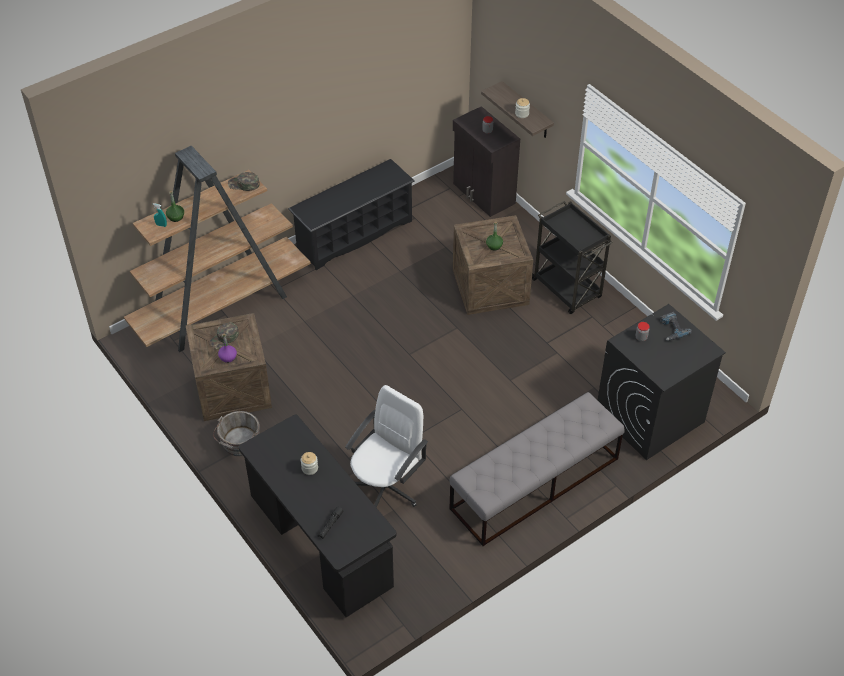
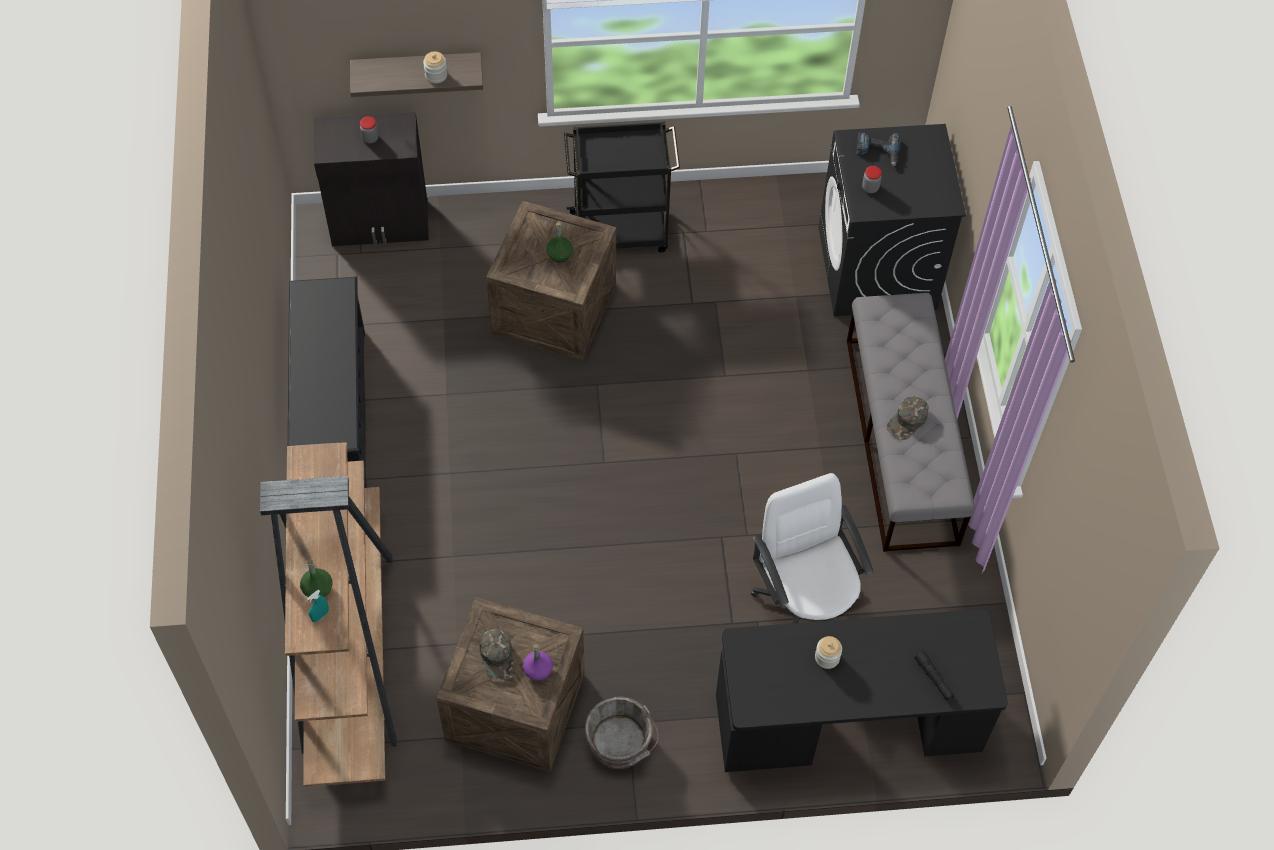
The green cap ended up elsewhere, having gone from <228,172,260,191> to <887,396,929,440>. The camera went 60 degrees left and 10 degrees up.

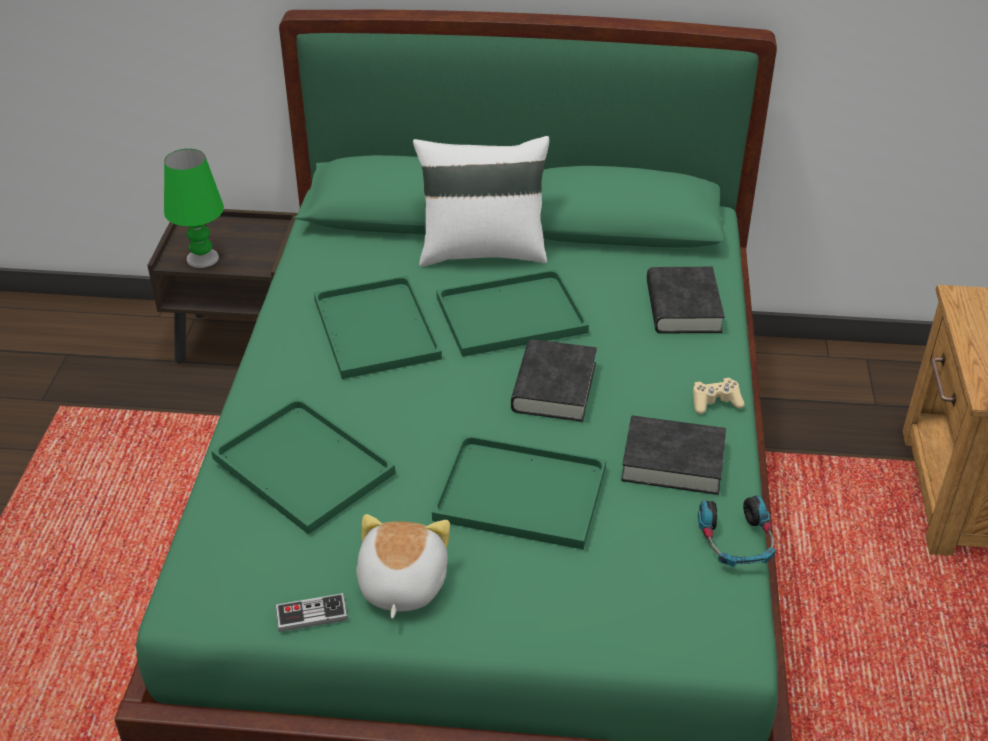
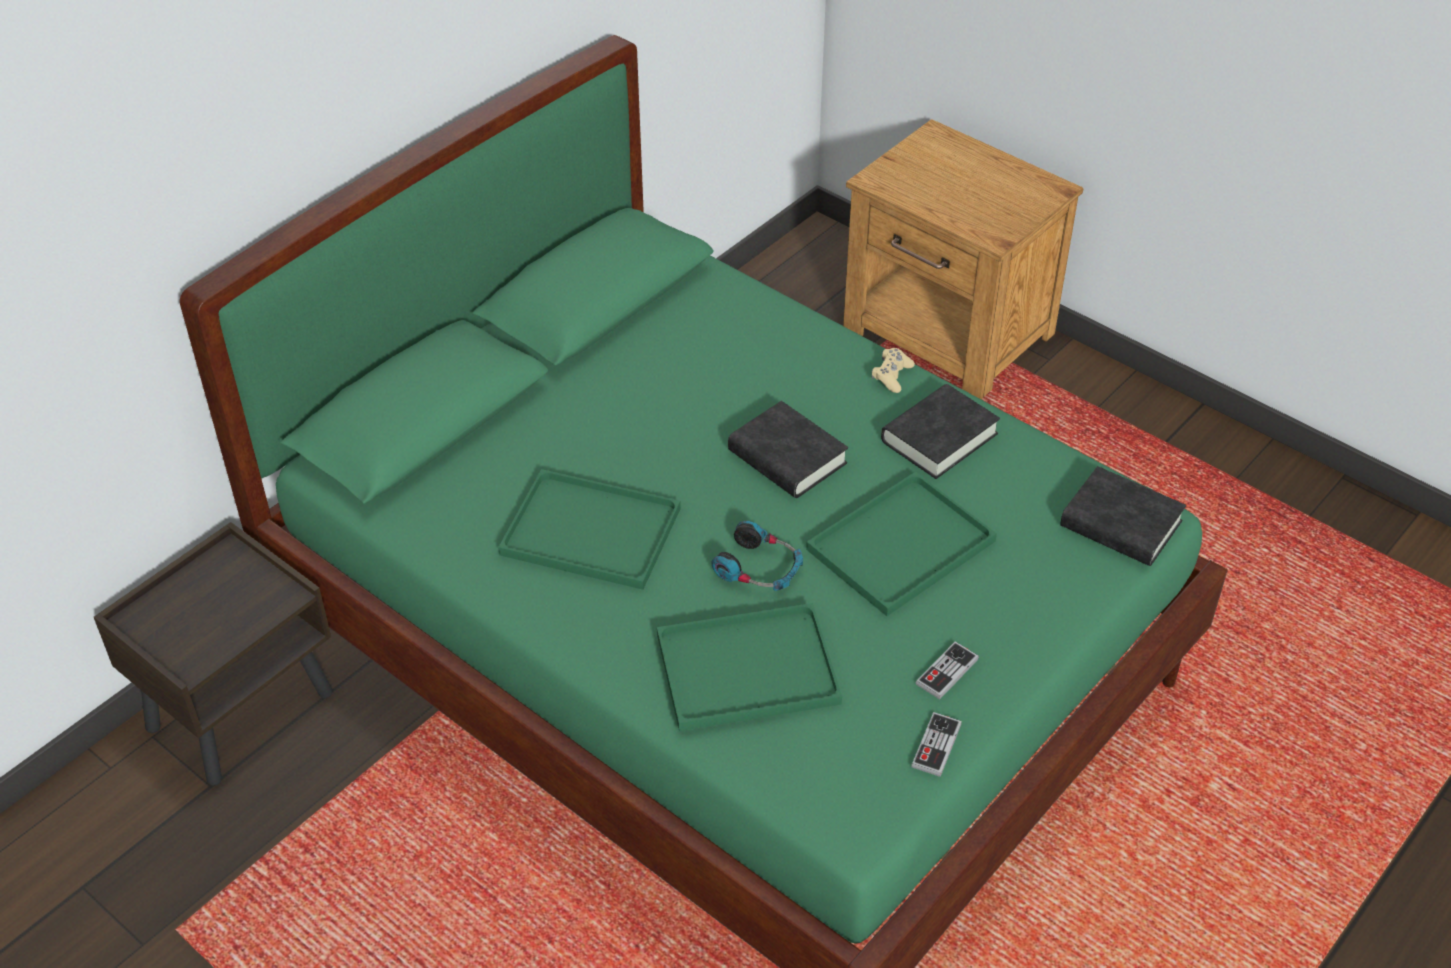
The second view lost the green table lamp at <164,149,224,268>. The second view lost the white pillow at <413,136,549,267>. The second view lost the green tray at <436,269,589,357>. The black book ended up elsewhere, having gone from <647,267,725,333> to <1060,466,1186,566>. The headphones ended up elsewhere, having gone from <698,495,776,567> to <712,521,803,591>. Where the plush toy stood at <356,514,450,619>, the game controller came to stand at <916,641,979,700>. The camera went 55 degrees left and 5 degrees up.

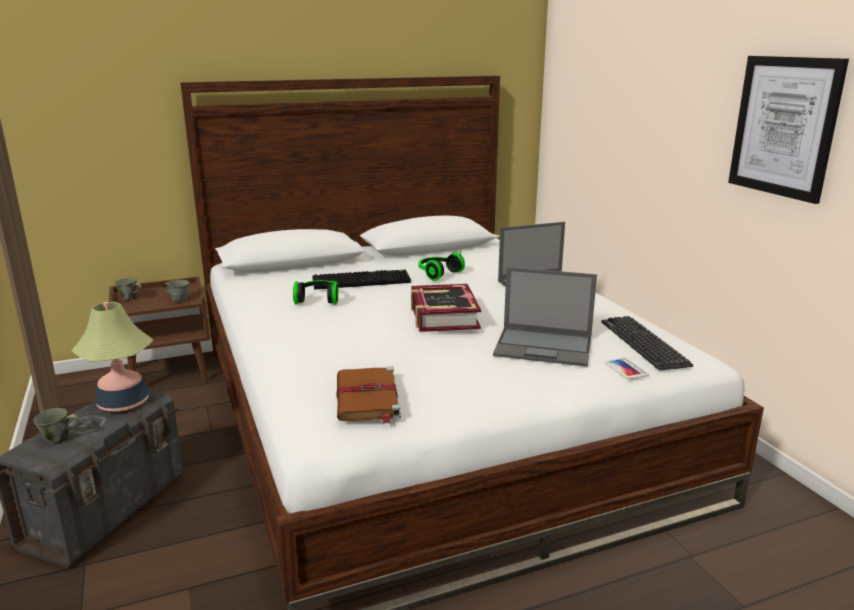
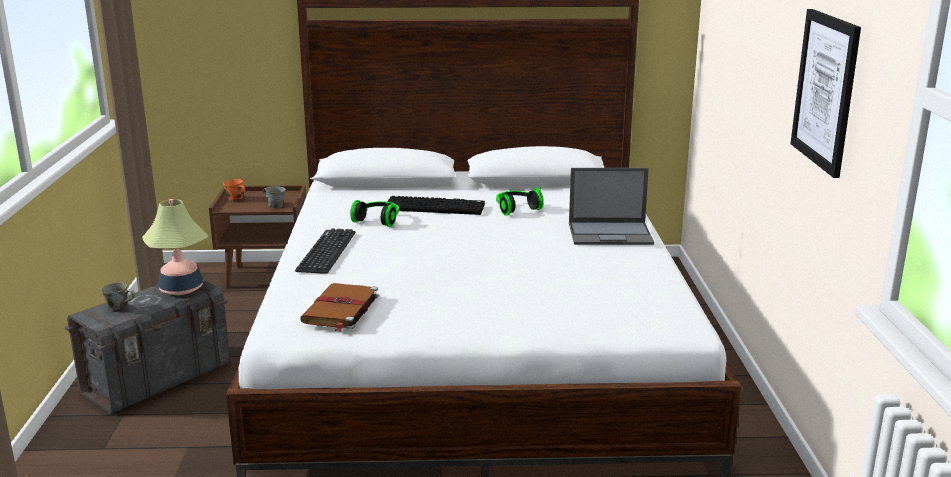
The second view lost the book at <411,284,481,332>. The second view lost the laptop at <493,267,597,367>. The second view lost the phone at <605,358,649,379>. The keyboard ended up elsewhere, having gone from <601,316,693,370> to <295,228,355,274>. What was the grey mug at <115,278,142,301> turned into the orange mug at <223,179,245,201>. The camera went 20 degrees right and 0 degrees up.

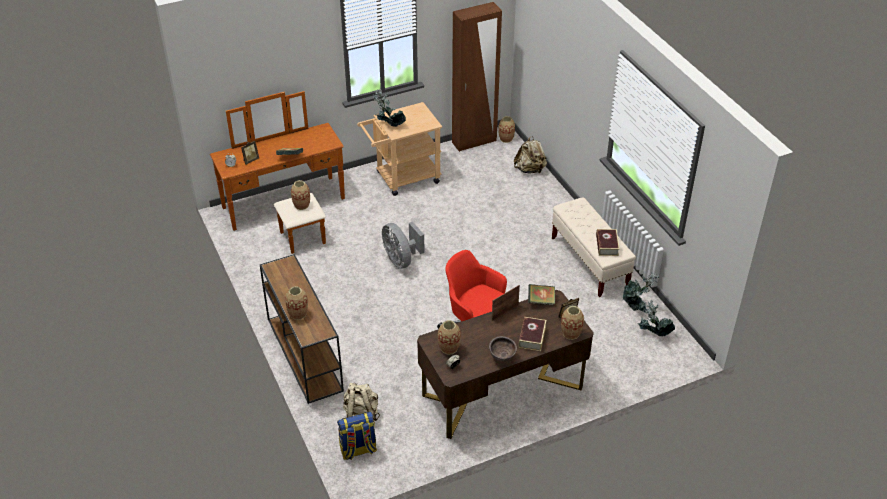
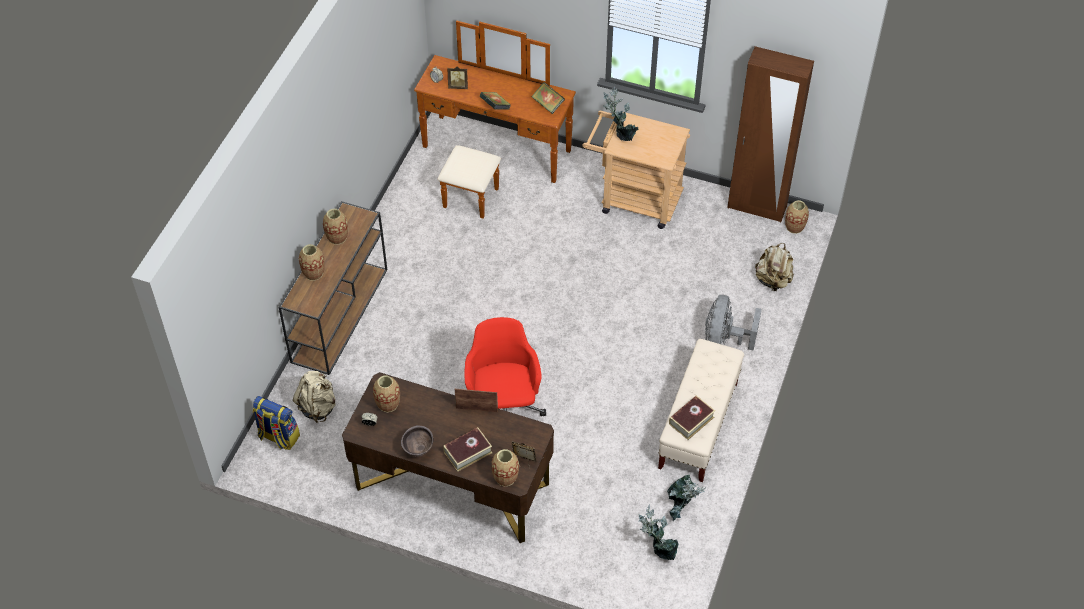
The vase ended up elsewhere, having gone from <291,180,310,210> to <323,209,348,245>. The grey fan ended up elsewhere, having gone from <382,221,425,269> to <705,295,762,351>. The book ended up elsewhere, having gone from <528,284,555,305> to <532,82,565,114>. The camera went 45 degrees right and 10 degrees up.

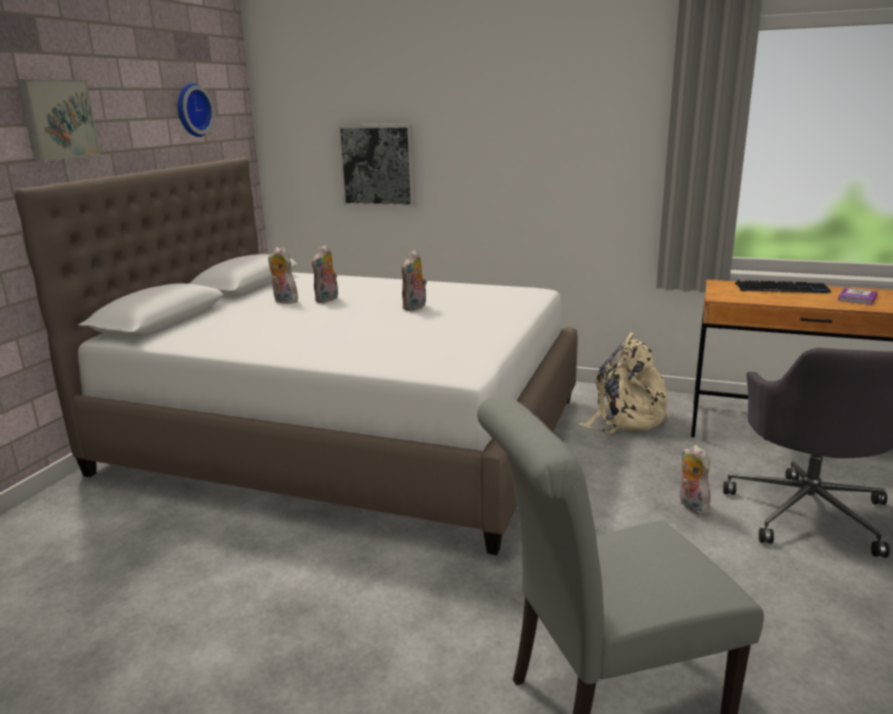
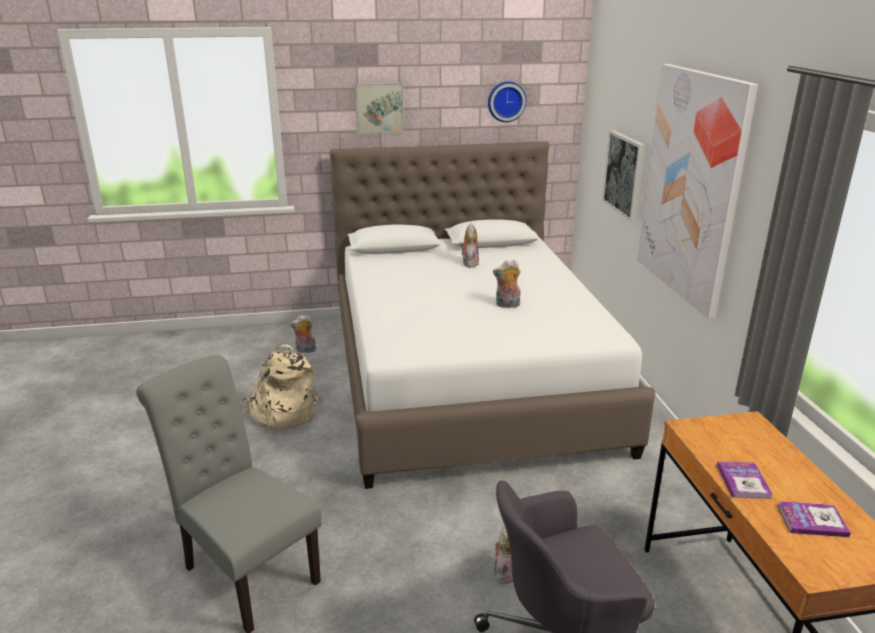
The second view lost the keyboard at <735,280,831,293>. The second view gained the picture at <637,64,758,319>. The second view gained the book at <717,461,773,499>. The plush toy ended up elsewhere, having gone from <312,245,338,303> to <290,315,316,354>. The beige backpack ended up elsewhere, having gone from <578,332,669,434> to <242,344,320,430>. The camera went 60 degrees right and 5 degrees up.

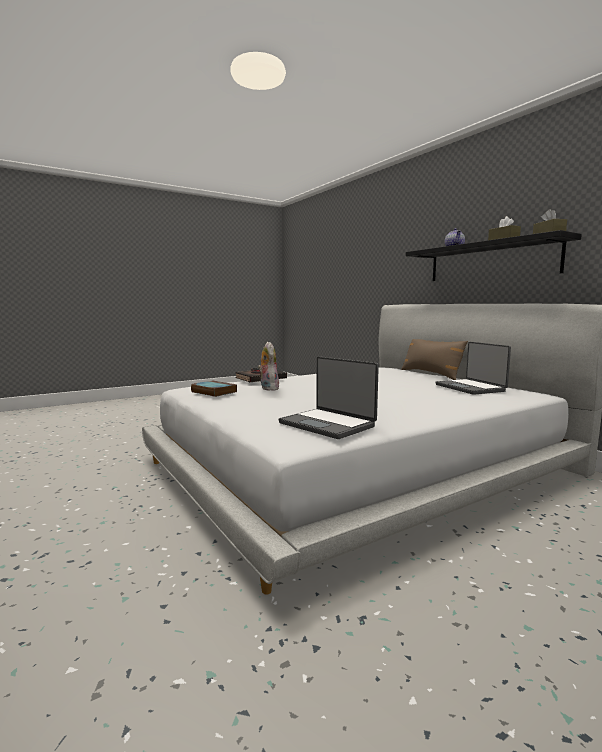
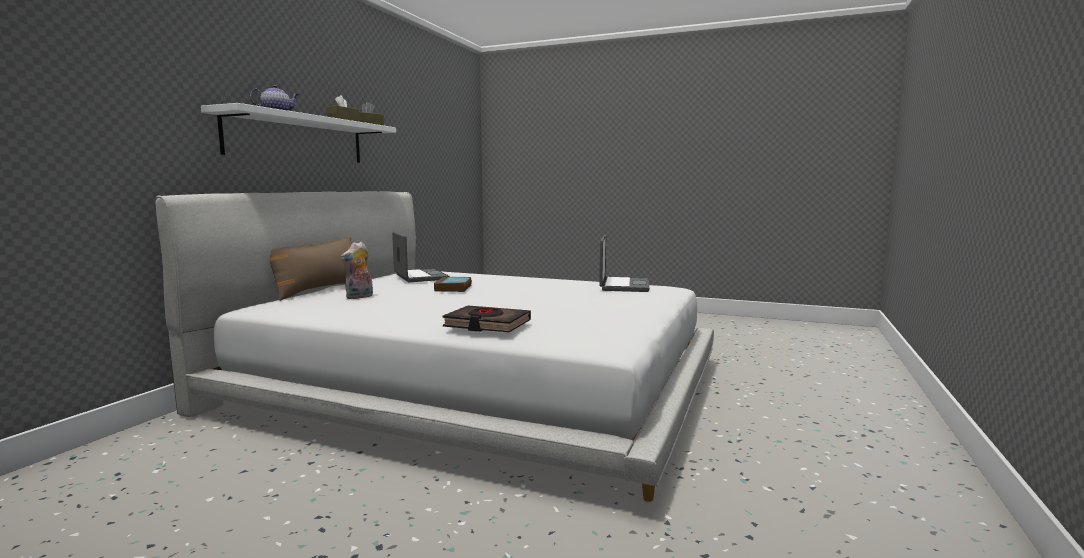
The book ended up elsewhere, having gone from <191,380,237,397> to <434,277,472,292>. The plush toy ended up elsewhere, having gone from <258,342,279,391> to <341,242,373,299>. What was the black shelf at <406,230,582,281> turned into the white shelf at <201,103,396,163>. The laptop at <435,342,511,395> ended up facing another way, 60 degrees counterclockwise from before. The camera went 125 degrees left and 0 degrees up.

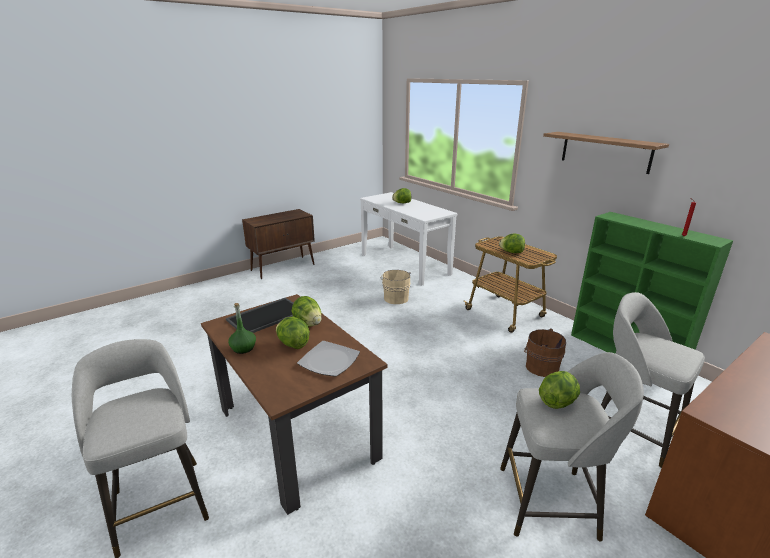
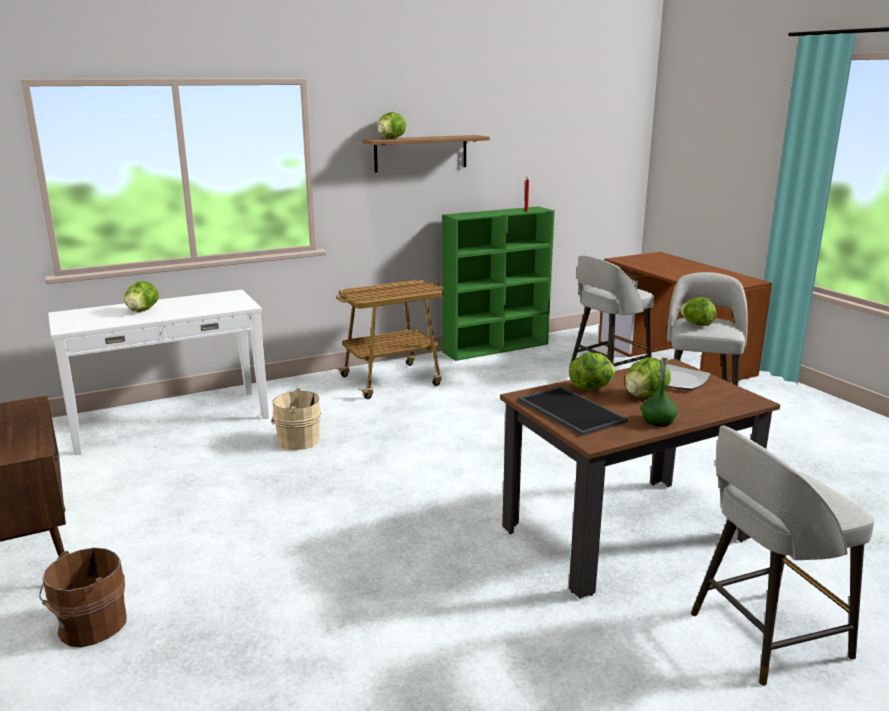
The lettuce ended up elsewhere, having gone from <499,234,525,253> to <377,112,406,139>. The brown bucket ended up elsewhere, having gone from <524,328,566,377> to <39,547,127,648>. The camera went 80 degrees left and 5 degrees down.

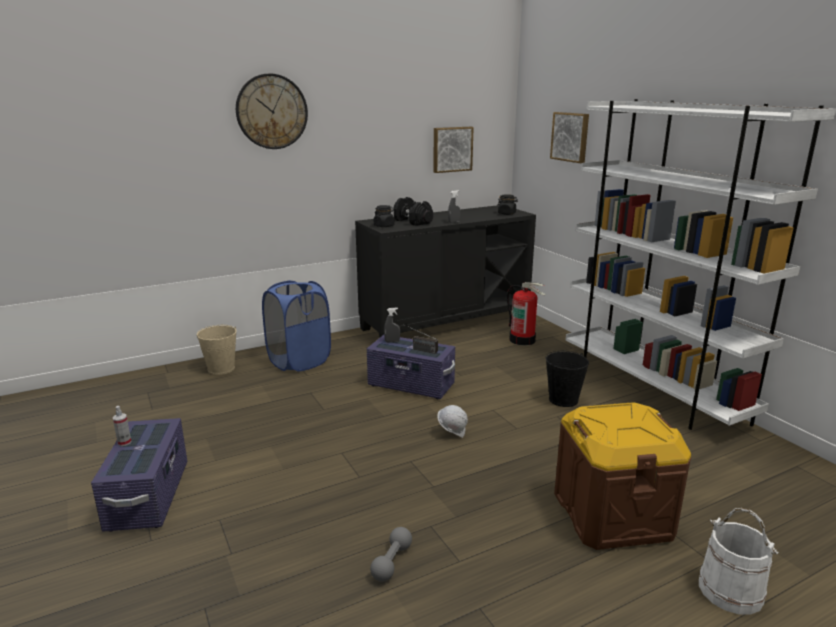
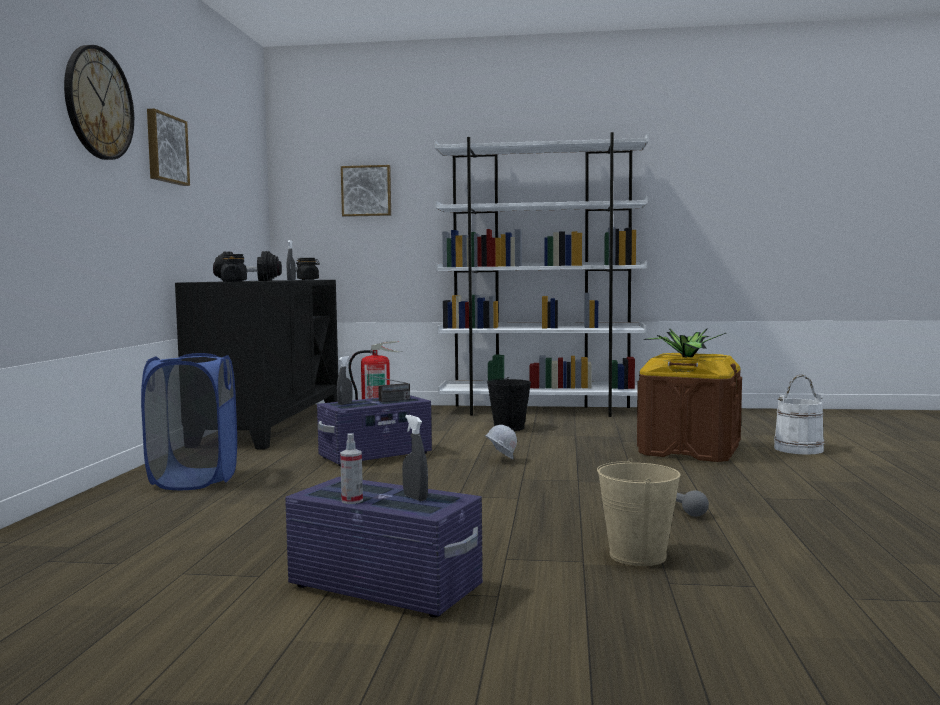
The second view gained the grey spray bottle at <402,415,428,501>. The second view gained the potted plant at <644,328,726,358>. The beige bucket ended up elsewhere, having gone from <197,325,237,375> to <597,458,681,566>. The picture ended up elsewhere, having gone from <433,127,474,173> to <147,109,190,186>. The camera went 55 degrees left and 15 degrees down.

